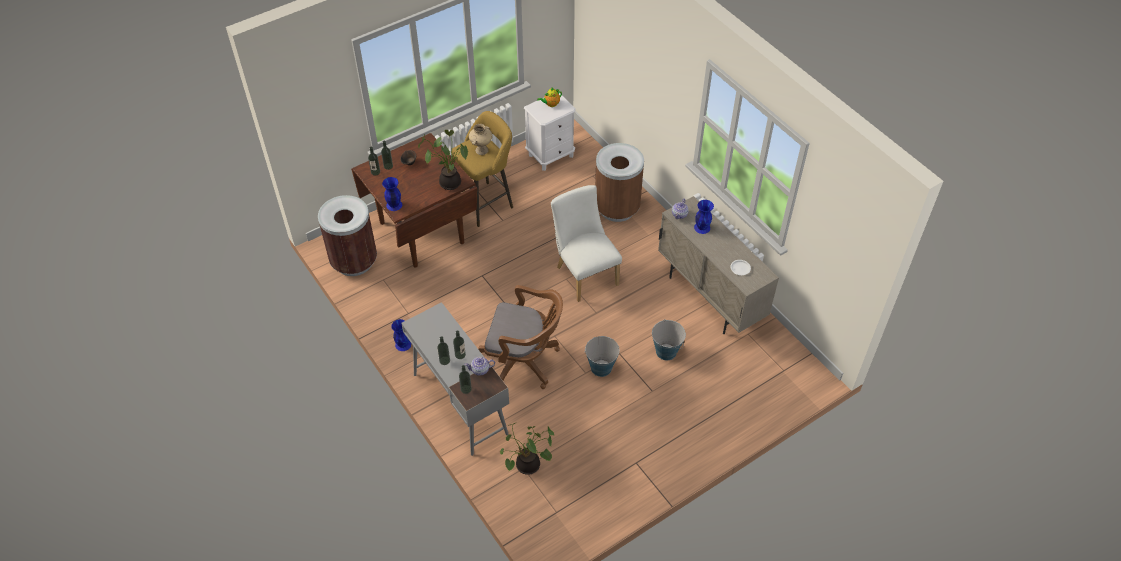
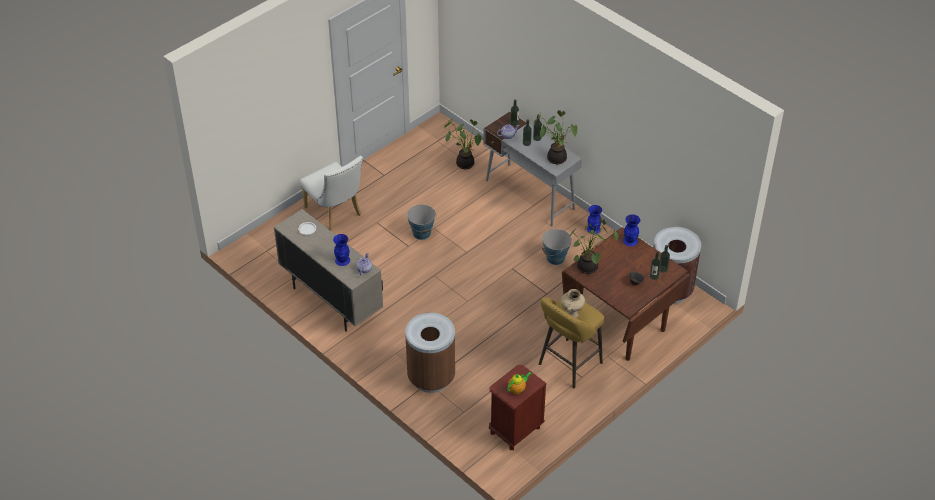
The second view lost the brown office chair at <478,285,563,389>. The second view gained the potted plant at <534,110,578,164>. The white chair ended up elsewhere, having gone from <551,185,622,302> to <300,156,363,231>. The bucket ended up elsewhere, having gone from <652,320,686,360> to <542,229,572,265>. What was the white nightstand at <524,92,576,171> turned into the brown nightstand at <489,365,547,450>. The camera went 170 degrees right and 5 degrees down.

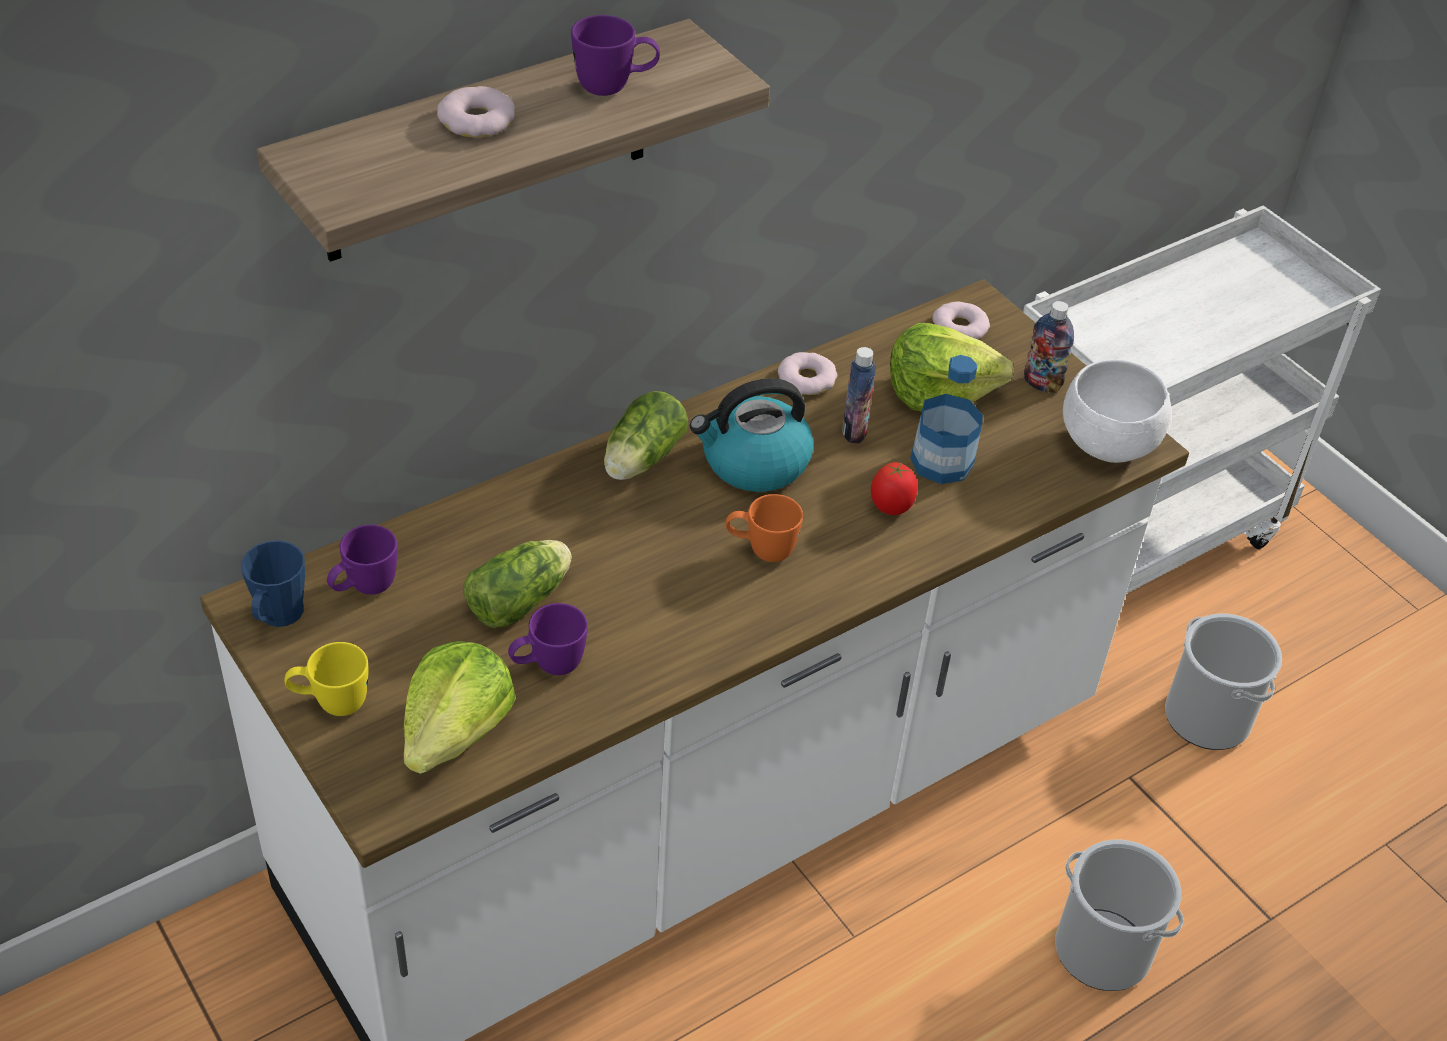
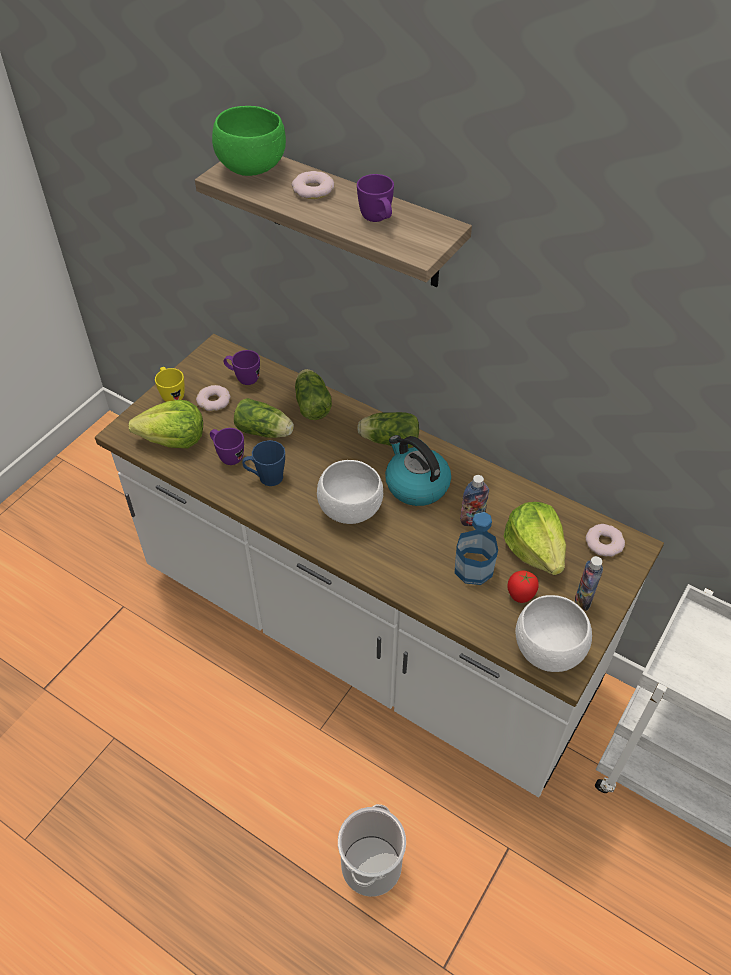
The second view lost the bucket at <1165,614,1282,750>. The second view gained the green bowl at <212,106,286,176>. The second view gained the lettuce at <295,369,332,420>. The blue mug ended up elsewhere, having gone from <241,540,305,627> to <242,440,285,486>. The donut ended up elsewhere, having gone from <778,352,837,395> to <196,385,231,411>. The tomato ended up elsewhere, having gone from <871,462,918,515> to <507,571,539,603>. Where the orange mug stood at <726,494,803,562>, the white bowl came to stand at <317,460,383,524>. The camera went 70 degrees right and 5 degrees up.

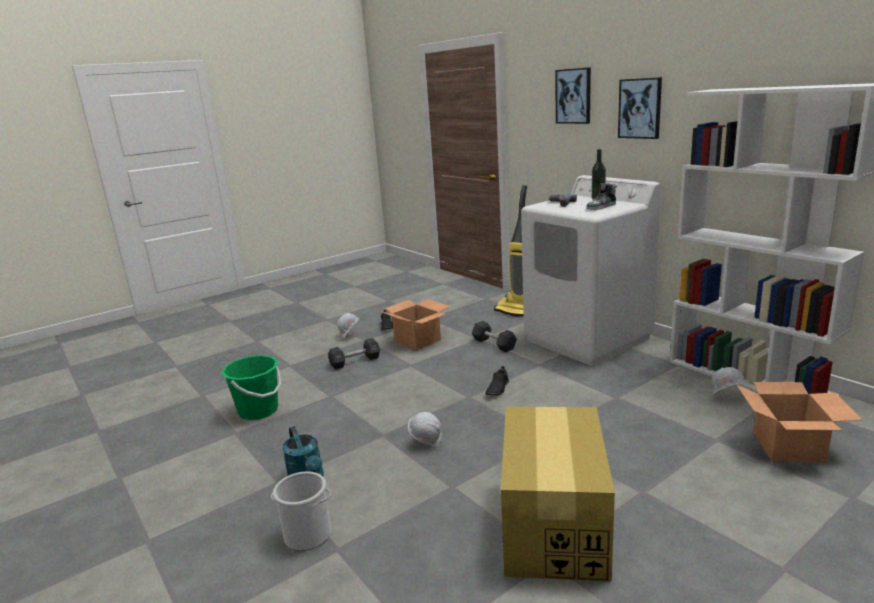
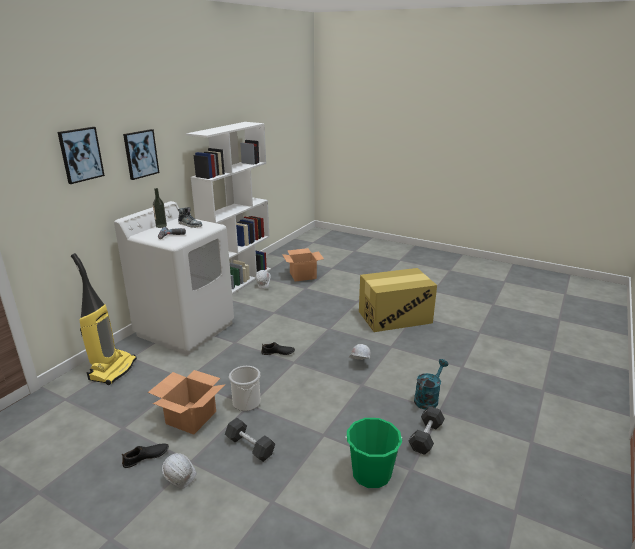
The bucket ended up elsewhere, having gone from <271,471,331,551> to <229,366,261,411>. The black dumbbell ended up elsewhere, having gone from <472,321,517,352> to <409,406,445,455>. The camera went 115 degrees left and 5 degrees up.

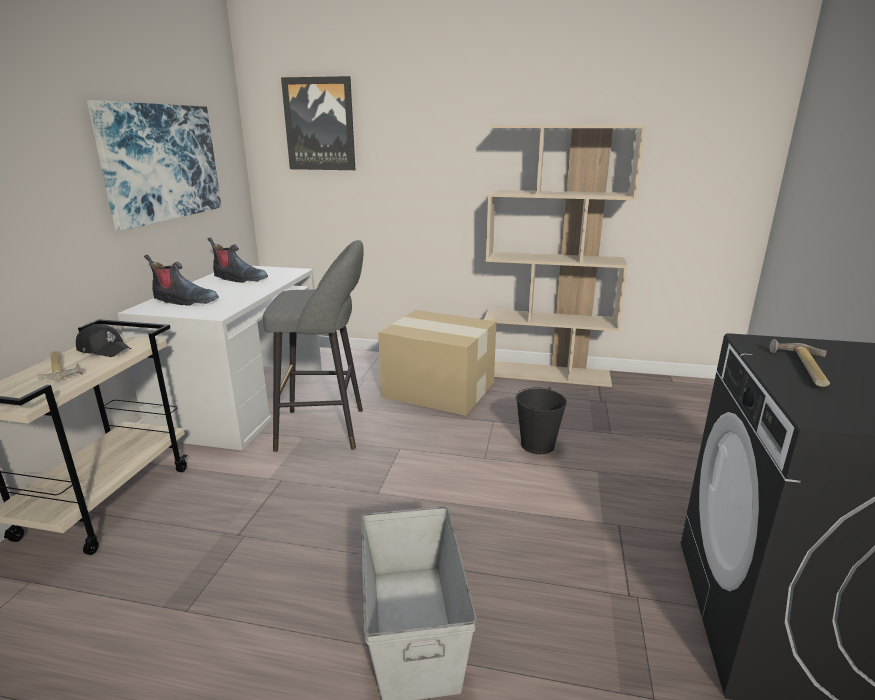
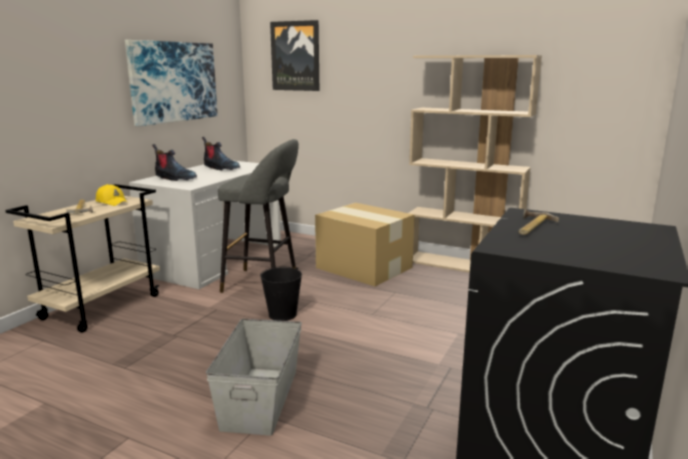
The black bucket ended up elsewhere, having gone from <516,387,567,454> to <260,266,302,321>. What was the black cap at <76,324,131,357> turned into the yellow cap at <96,184,128,206>. The camera went 15 degrees right and 5 degrees down.

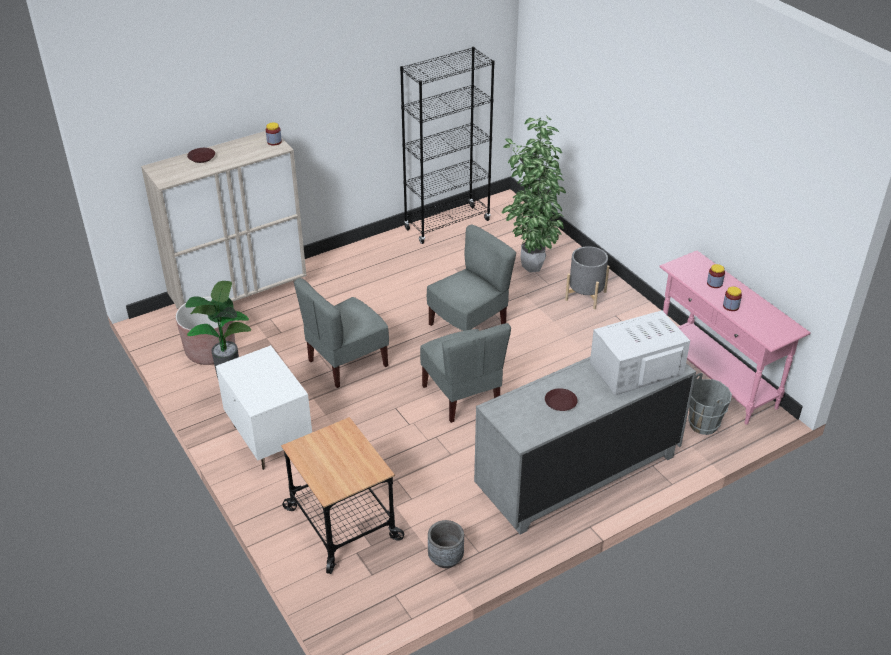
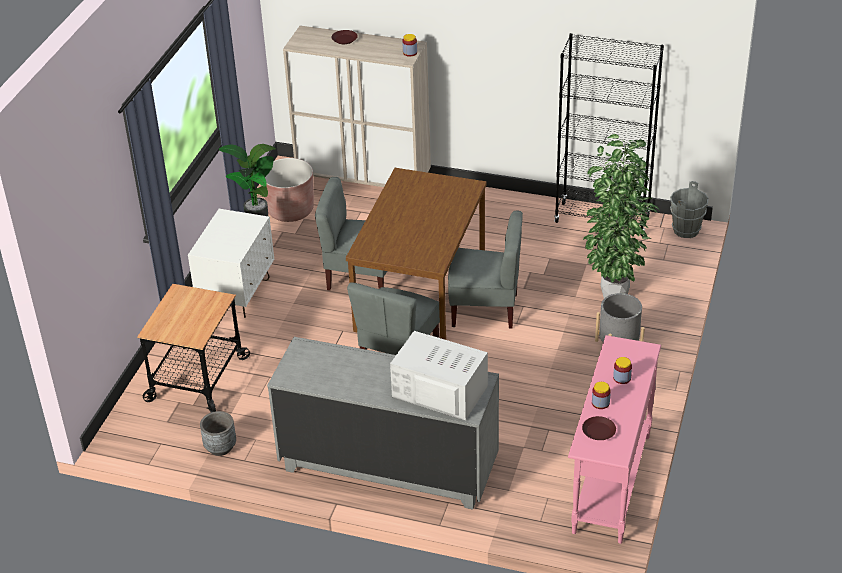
The second view gained the brown dining table at <346,168,487,340>. The brown plate ended up elsewhere, having gone from <545,388,578,411> to <582,416,616,440>. The grey bucket ended up elsewhere, having gone from <688,373,732,435> to <670,181,709,238>. The camera went 50 degrees right and 0 degrees up.

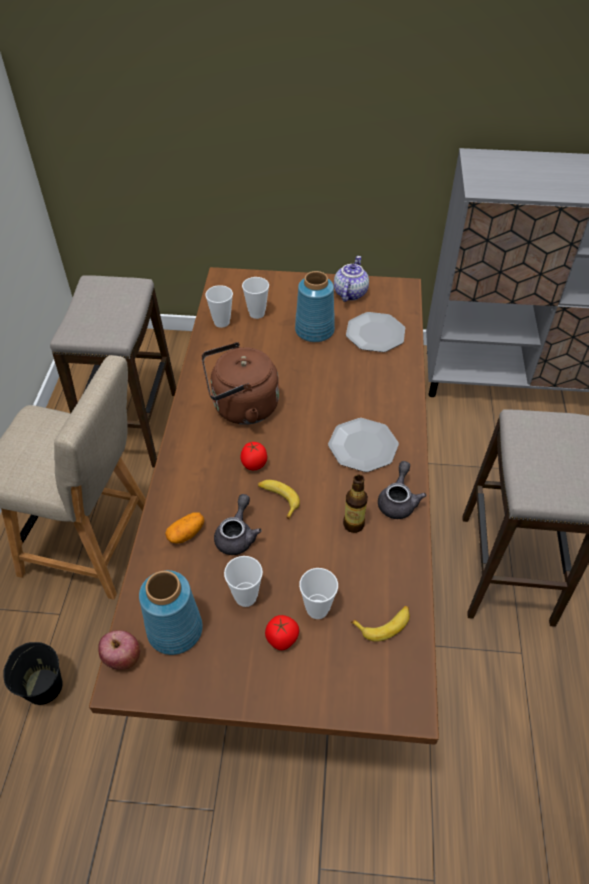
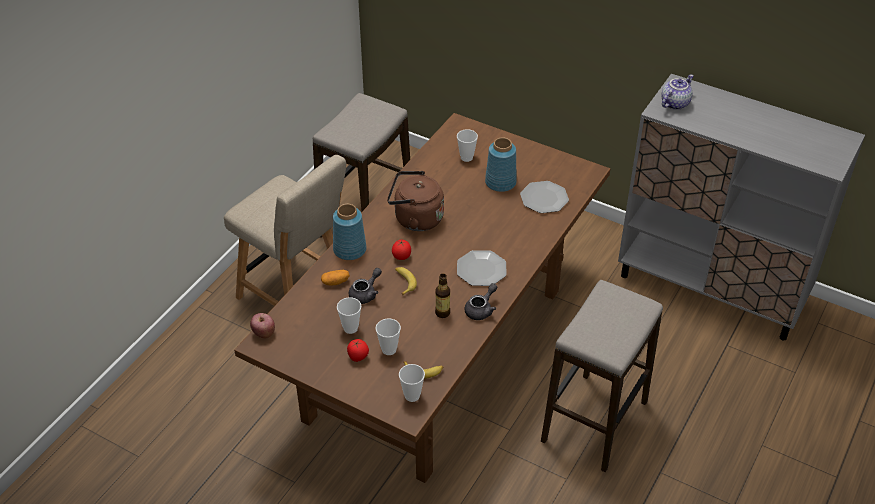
The second view lost the black bucket at <3,642,62,705>. The blue vase ended up elsewhere, having gone from <139,570,203,655> to <333,204,367,260>. The cup ended up elsewhere, having gone from <205,285,233,328> to <399,364,425,402>. The teapot ended up elsewhere, having gone from <334,256,369,302> to <661,74,694,110>. The camera went 25 degrees right and 5 degrees down.

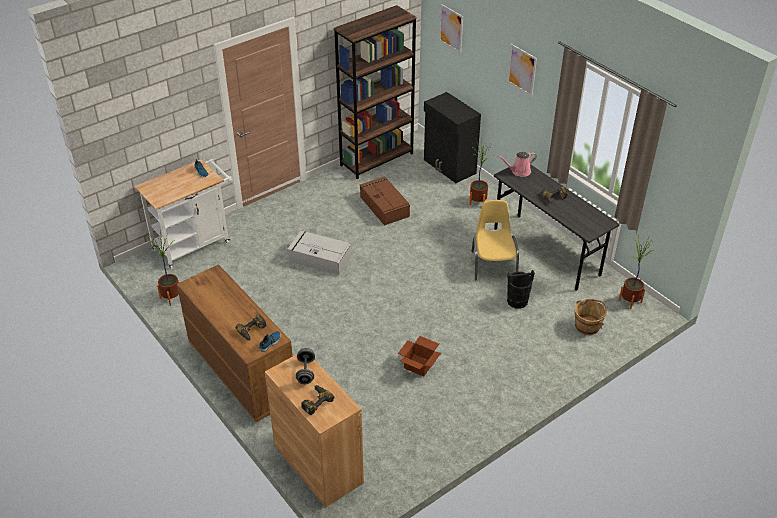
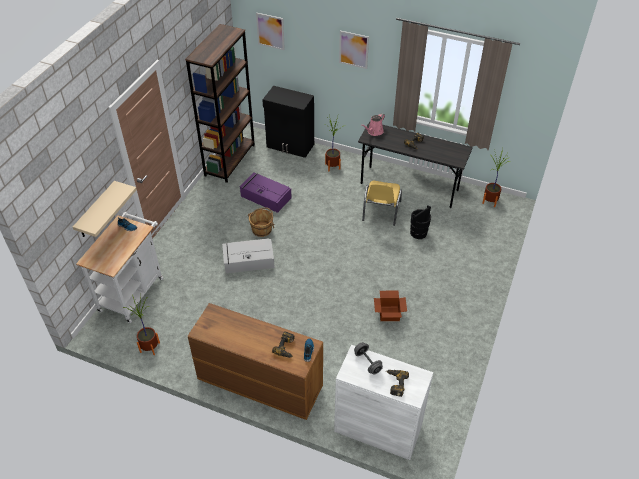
The second view gained the beige shelf at <73,181,137,237>. The brown bucket ended up elsewhere, having gone from <575,299,607,335> to <248,207,275,237>. What was the brown cabinet at <265,354,364,507> turned into the white cabinet at <334,345,433,460>. What was the brown storage box at <360,176,410,226> turned into the purple storage box at <239,172,292,213>. The yellow chair at <471,200,519,281> ended up facing another way, 135 degrees counterclockwise from before. The camera went 30 degrees left and 5 degrees up.

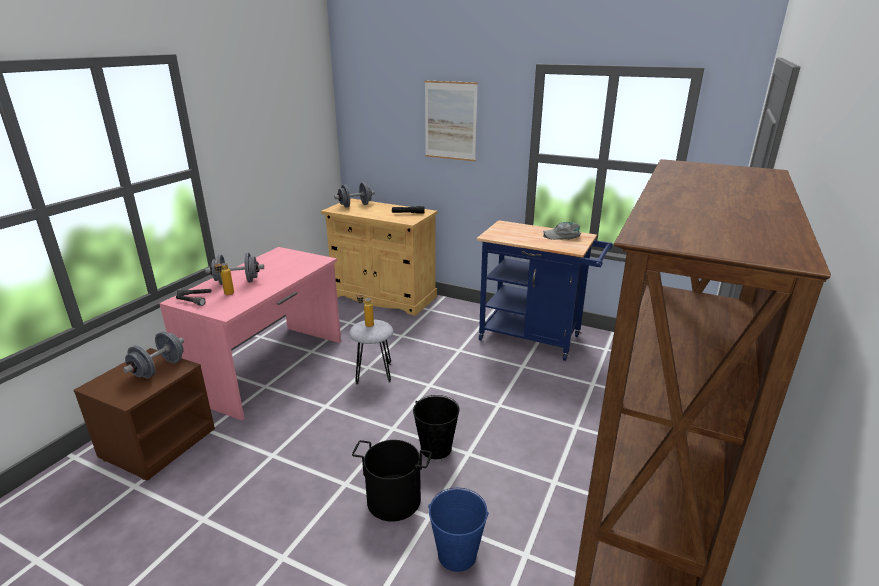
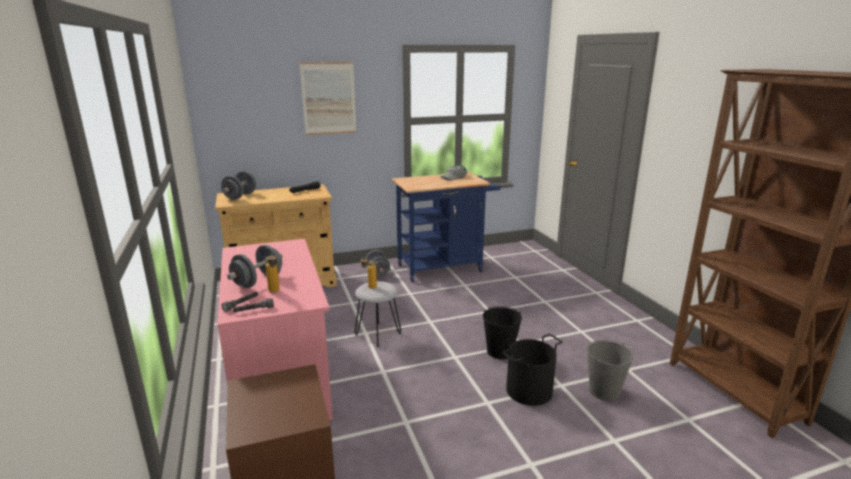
The grey dumbbell ended up elsewhere, having gone from <123,331,184,378> to <366,250,390,277>. What was the blue bucket at <428,488,489,572> turned into the grey bucket at <587,340,633,401>. The camera went 45 degrees left and 5 degrees down.

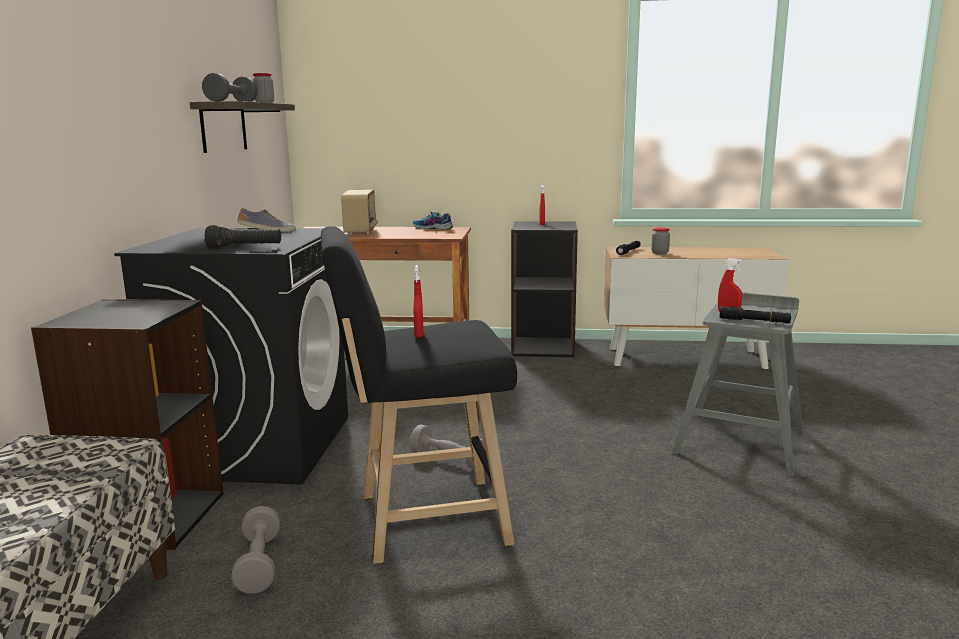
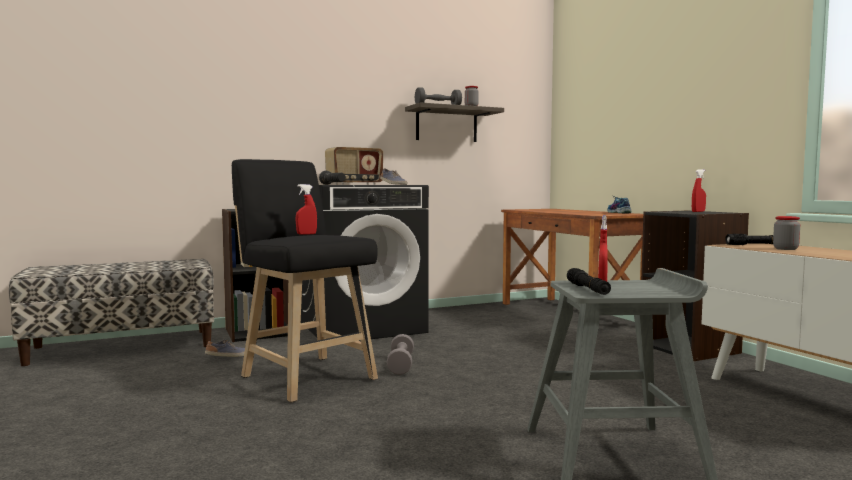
The radio ended up elsewhere, having gone from <341,190,378,235> to <325,147,383,185>. Where the grey dumbbell stood at <231,506,280,594>, the shoe came to stand at <205,340,245,357>. The camera went 60 degrees right and 10 degrees down.

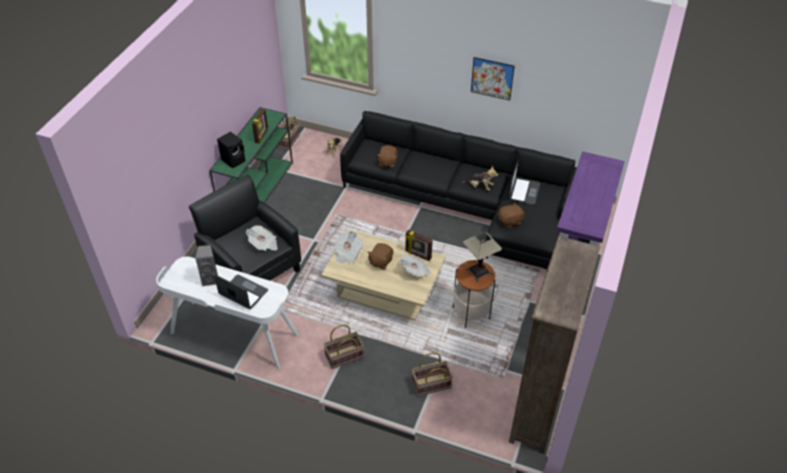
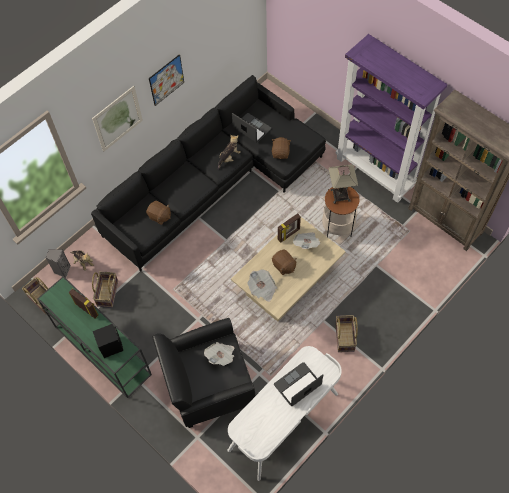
The second view gained the picture at <92,86,143,152>. The grey speaker ended up elsewhere, having gone from <195,245,218,286> to <45,249,71,278>. The basket ended up elsewhere, having gone from <412,352,453,396> to <92,271,118,308>. The camera went 65 degrees left and 15 degrees up.

